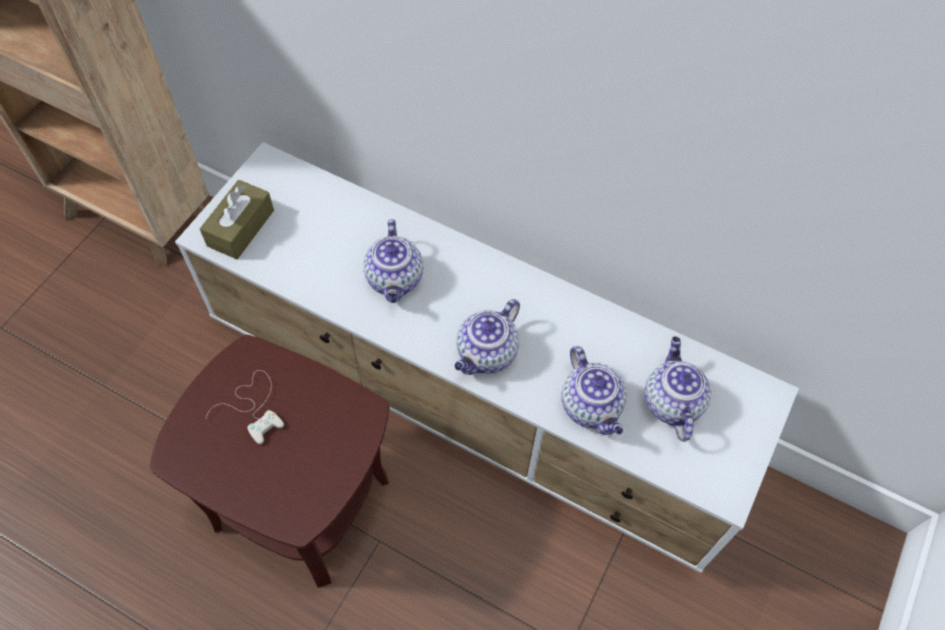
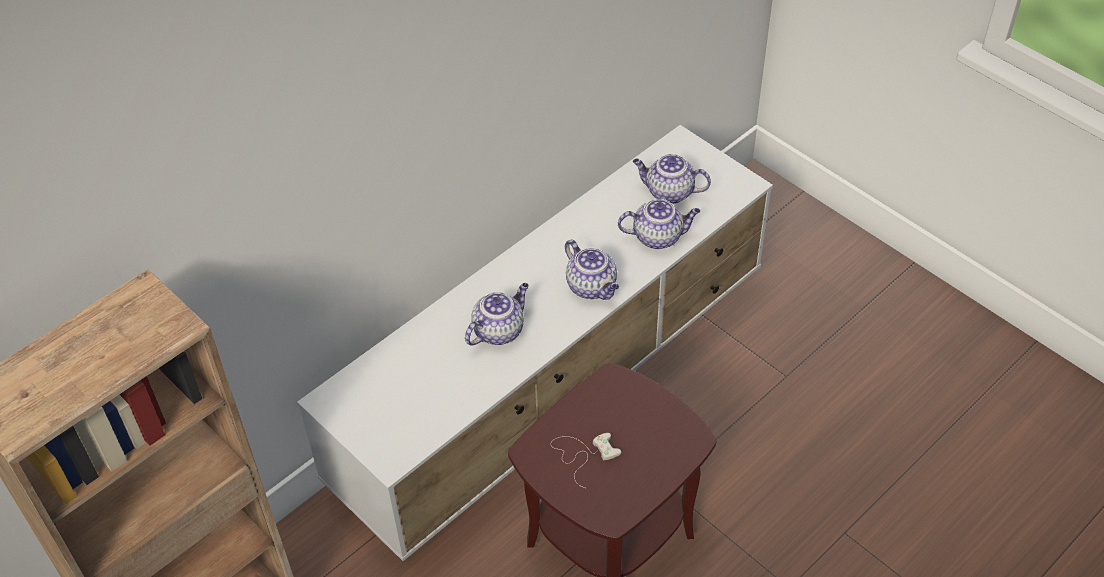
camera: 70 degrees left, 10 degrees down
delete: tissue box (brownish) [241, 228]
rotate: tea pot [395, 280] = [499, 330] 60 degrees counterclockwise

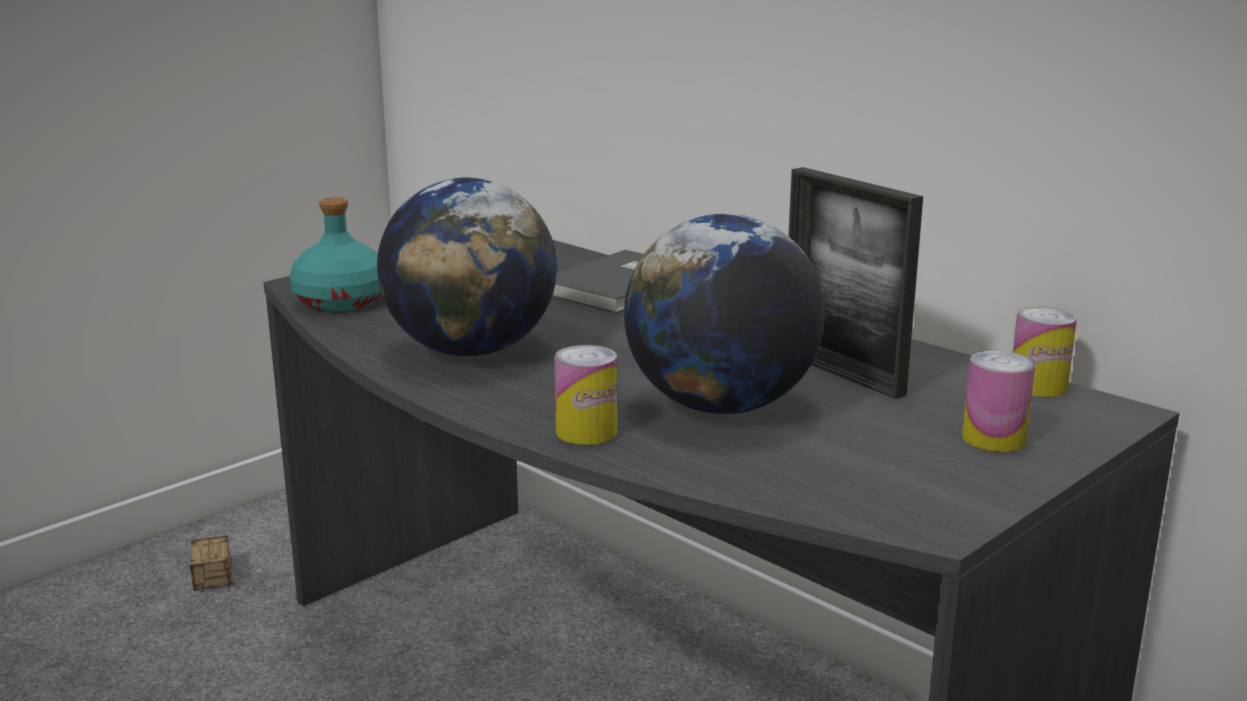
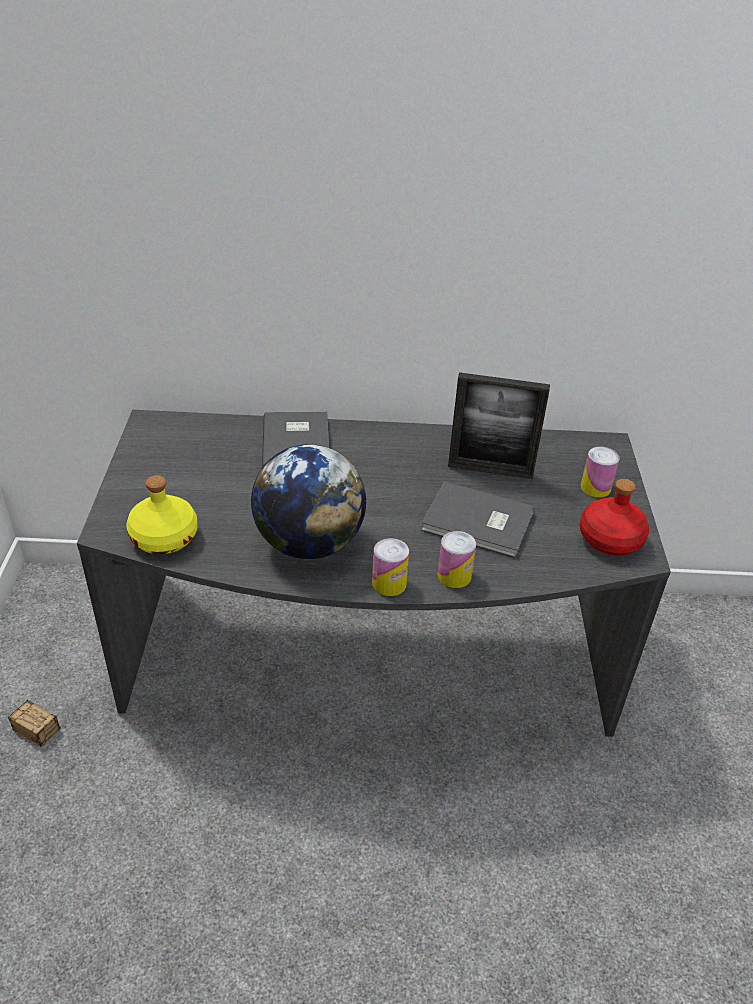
camera: 45 degrees left, 20 degrees up
insert: bottle (red-coloured) [611, 539]
move: metal can [1038, 386] to [389, 583]
replace: desk globe [720, 406] to book (grey) [478, 523]
recolor: bottle (turquoise-coloured) [342, 301] to bottle (yellow-coloured) [165, 537]

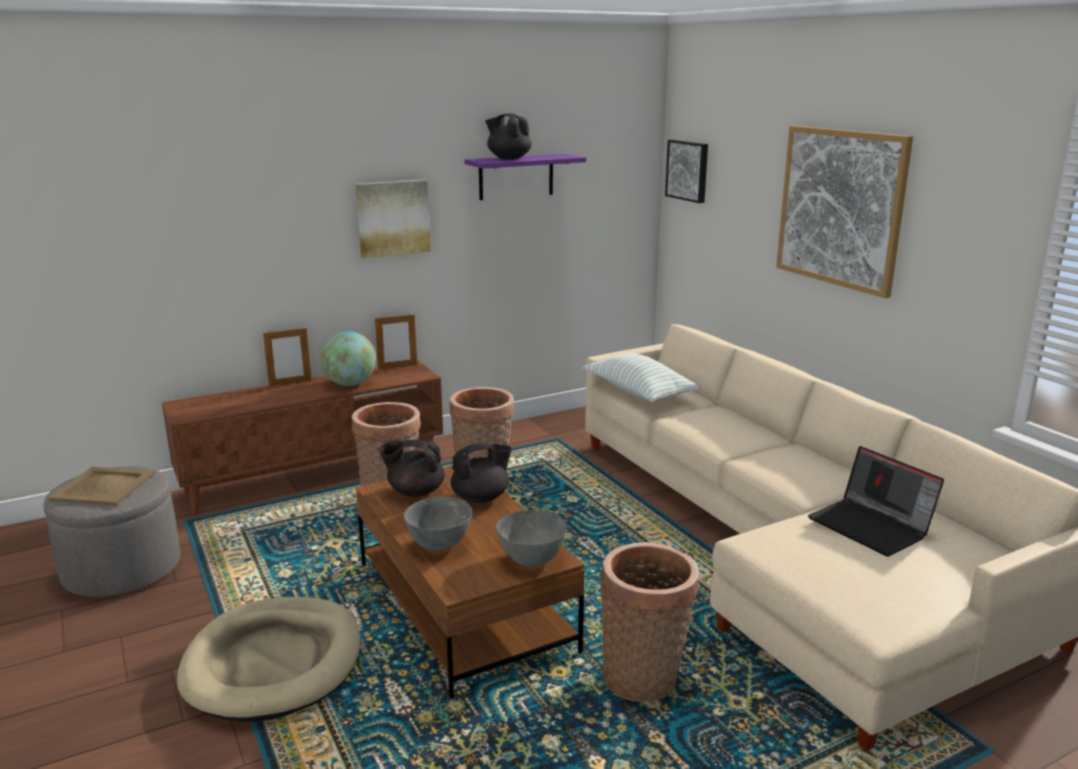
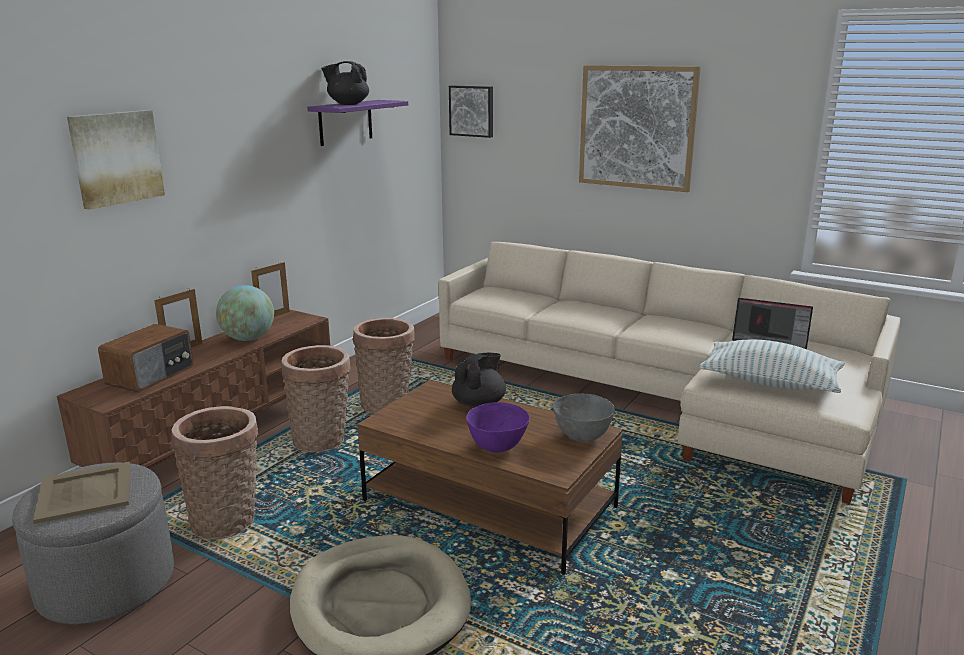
camera: 30 degrees left, 0 degrees up
delete: tea pot (black-coloured) [415, 492]
insert: radio [152, 375]
move: wall art [393, 218] to [116, 158]; basket [644, 678] to [227, 520]; throw pillow [639, 392] to [770, 383]
recolor: bowl (grey) [438, 545] to bowl (purplish) [497, 447]

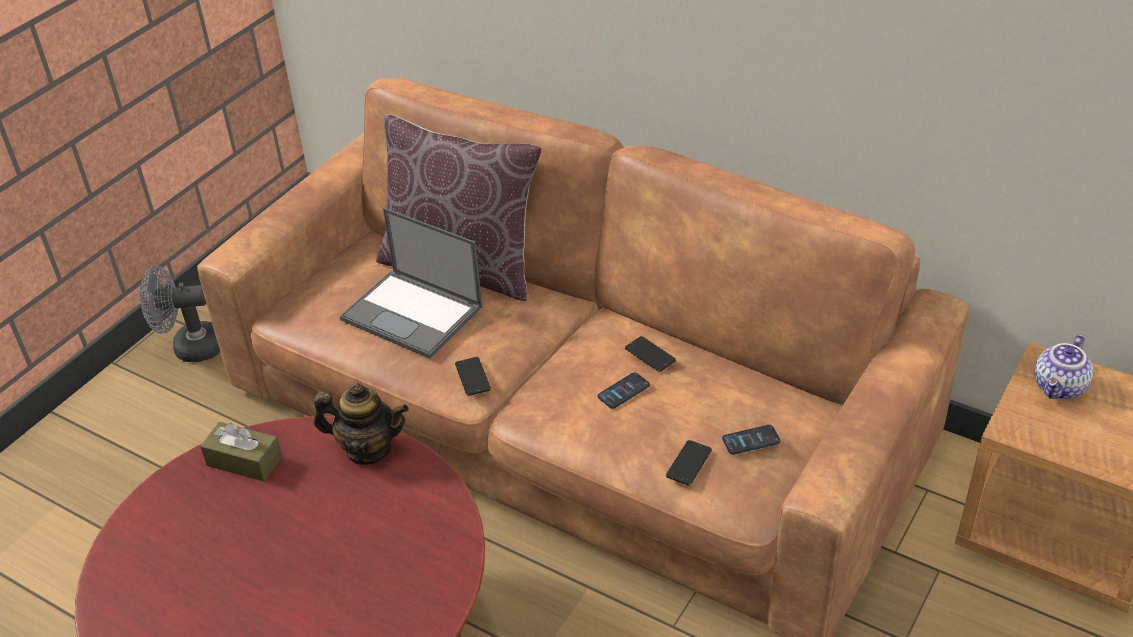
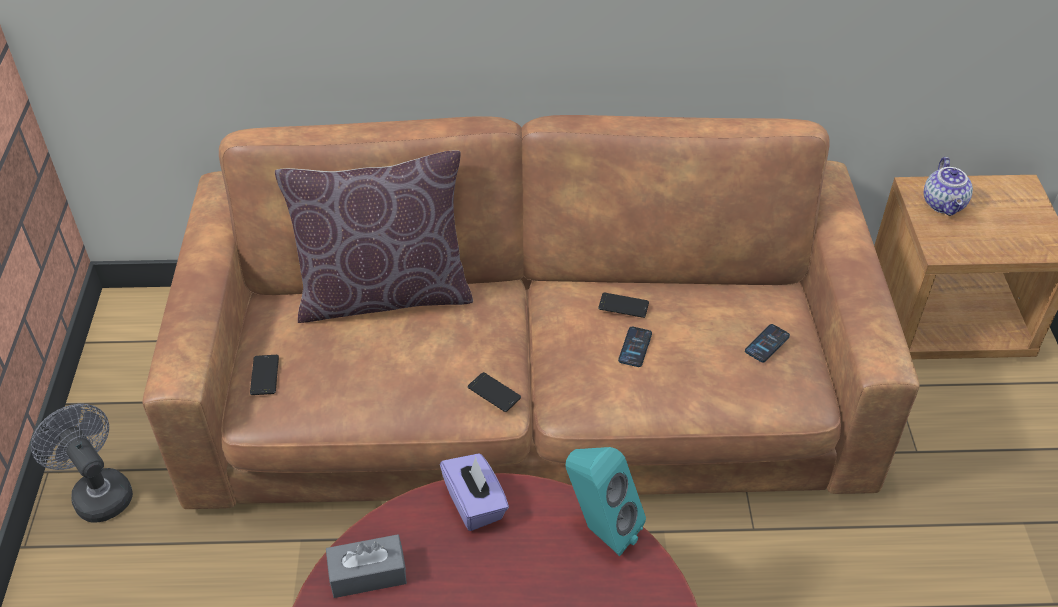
camera: 35 degrees left, 5 degrees up
delete: notebook computer [413, 313]
insert: speaker (turquoise-coloured) [600, 529]
move: telephone [688, 463] to [264, 375]
replace: tea pot [368, 449] to tissue box (purplish) [475, 503]
recolor: tissue box (brownish) [244, 461] to tissue box (grey) [368, 574]
rotate: fan (grey) [190, 347] = [98, 492] 90 degrees clockwise

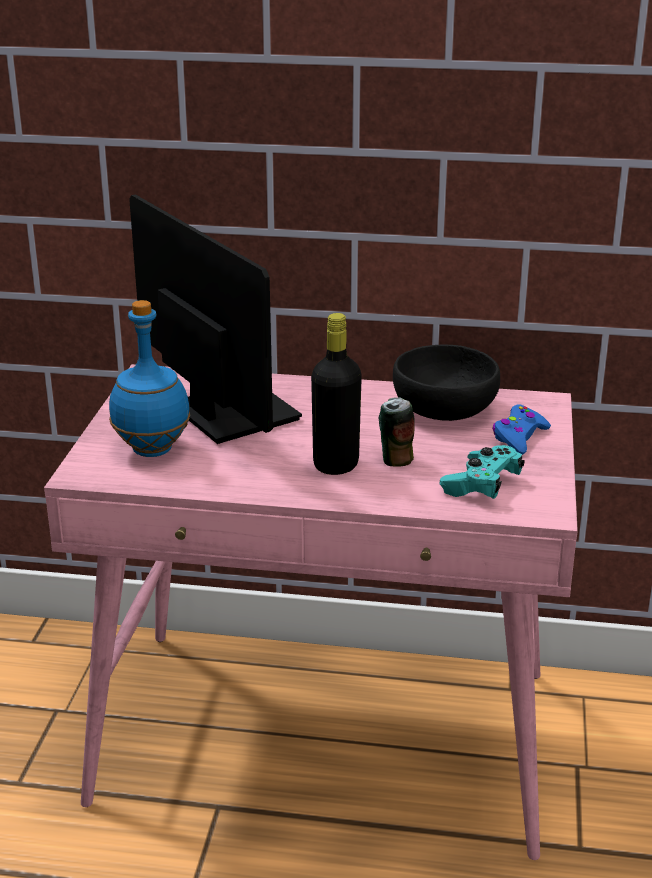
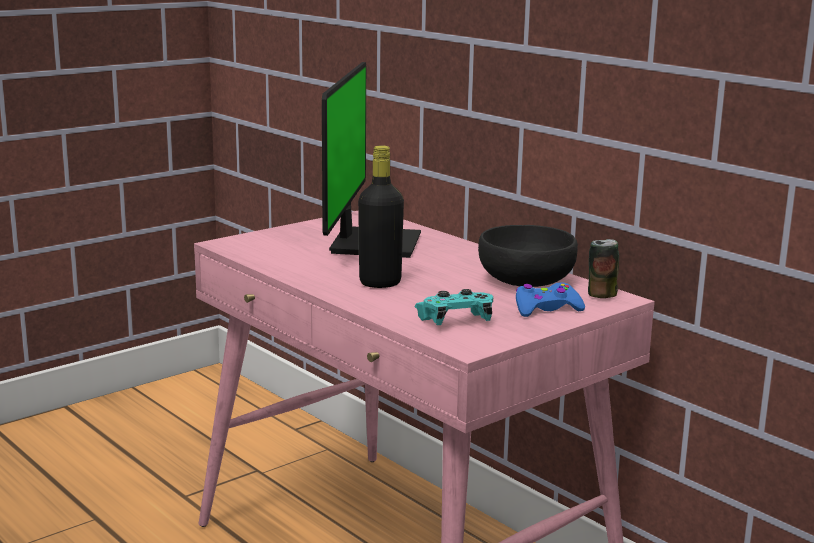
camera: 40 degrees right, 10 degrees down
delete: bottle (blue) [153, 449]
move: metal can [395, 460] to [601, 295]

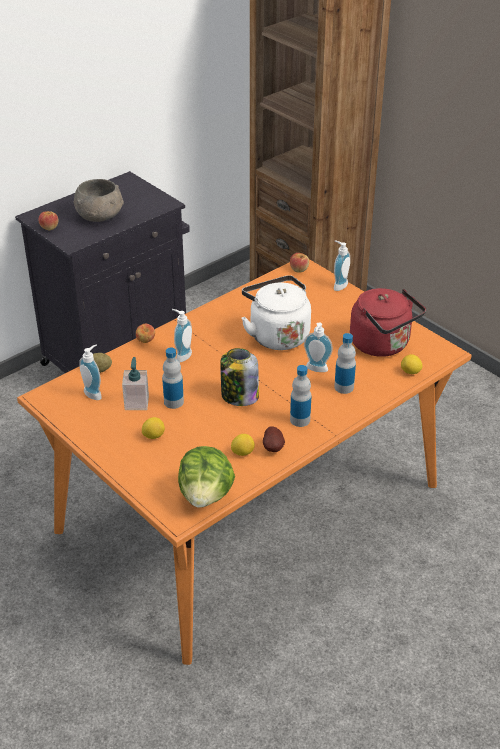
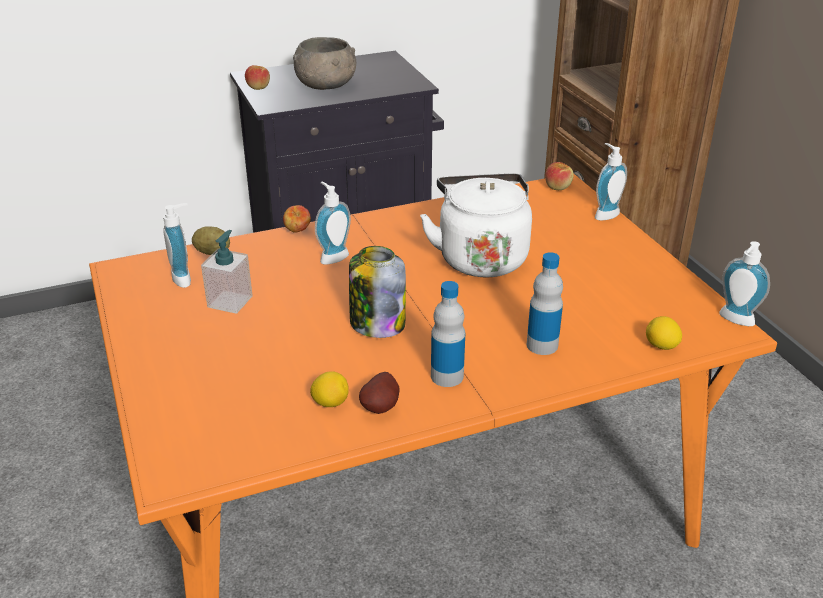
camera: 20 degrees right, 5 degrees down
delete: lemon [153, 436]; bottle [173, 402]; lettuce [206, 495]; water kettle (red-coloured) [383, 345]
move: liquid soap bottle [316, 370] to [735, 321]

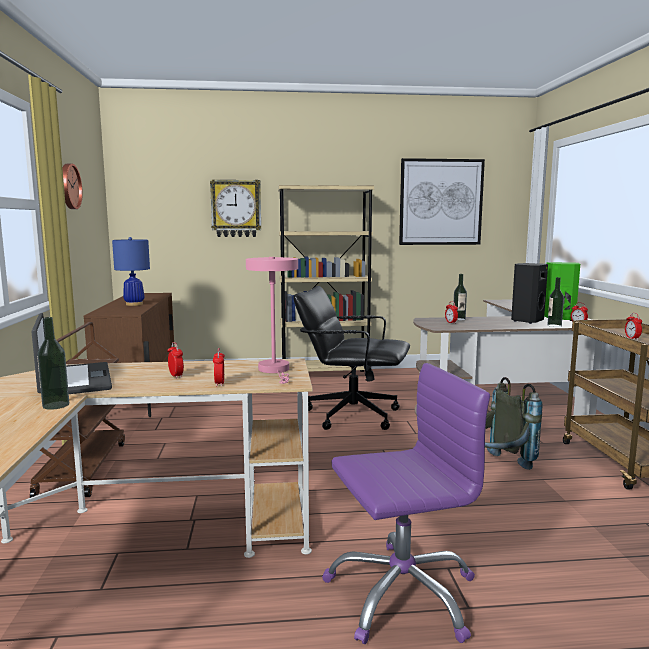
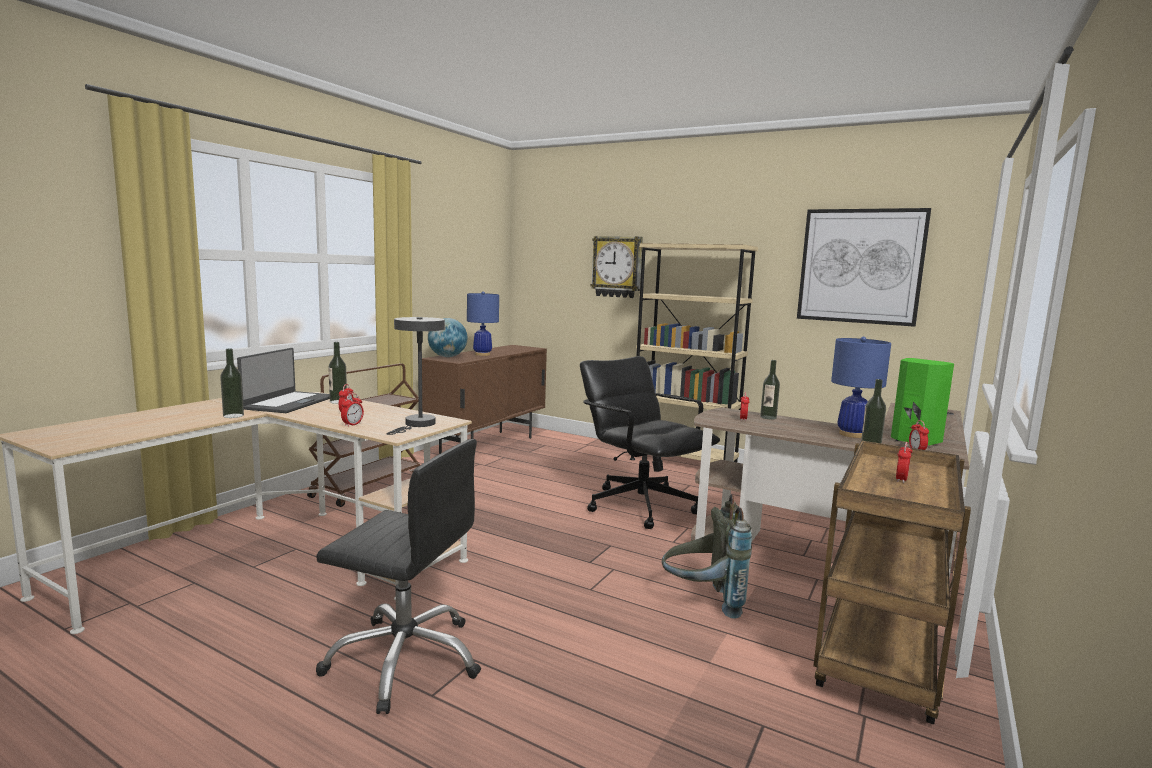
camera: 35 degrees right, 0 degrees up
delete: hanging clock [69, 186]
insert: bottle [338, 401]; desk globe [447, 357]
replace: speaker (black-coloured) [526, 321] to table lamp (blue) [852, 434]
recolor: desk chair (purplish) [401, 593] to desk chair (black-coloured) [405, 659]; table lamp (pink-coloured) [275, 370] to table lamp (grey) [417, 424]

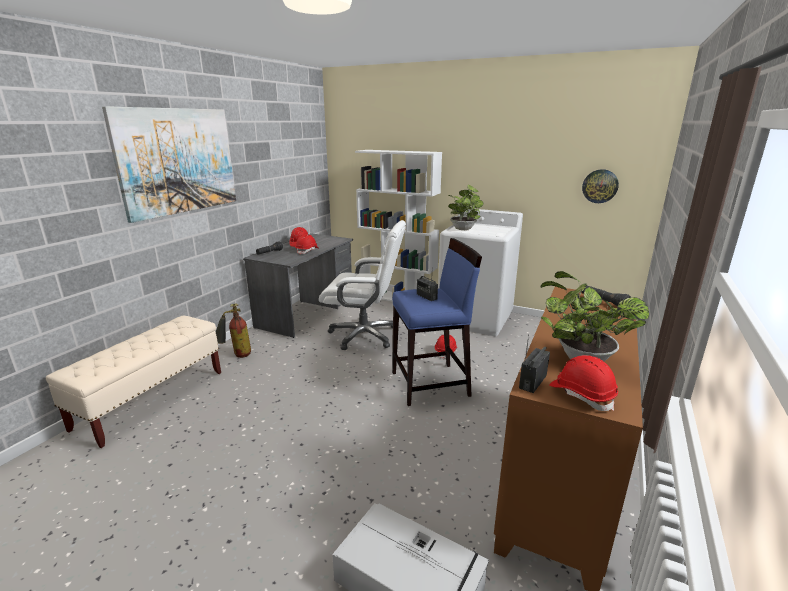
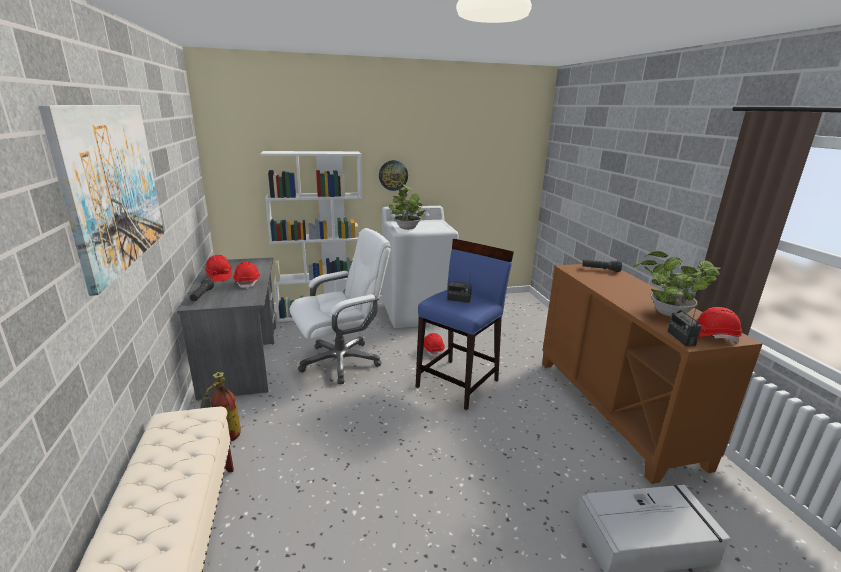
camera: 40 degrees left, 0 degrees up
move: hanging clock [600, 186] to [393, 175]

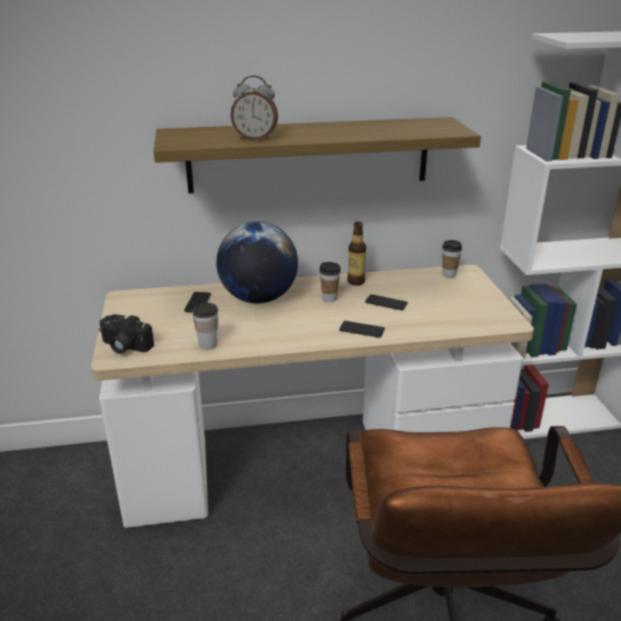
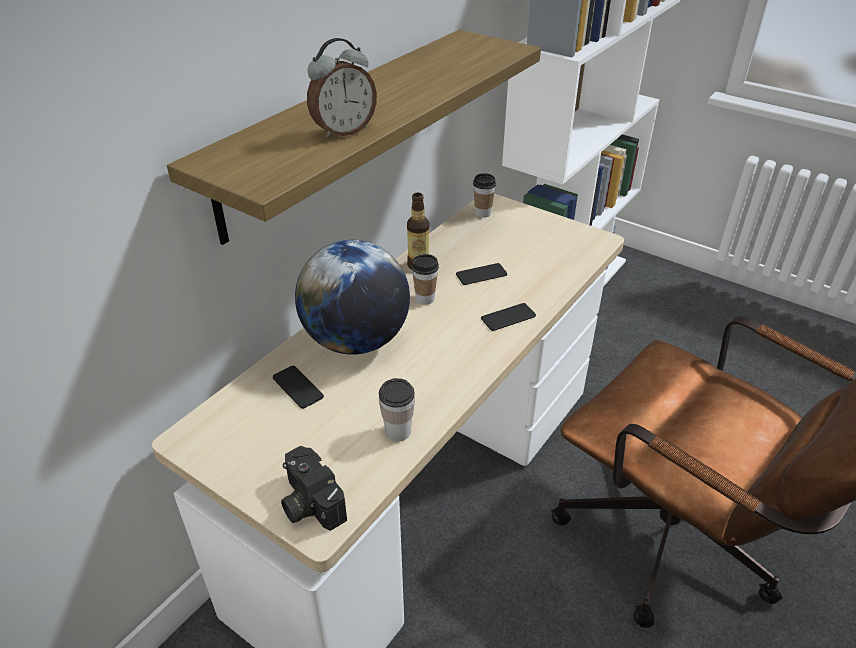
camera: 45 degrees left, 10 degrees up
rotate: photo camera [124, 346] = [308, 503] 75 degrees clockwise

